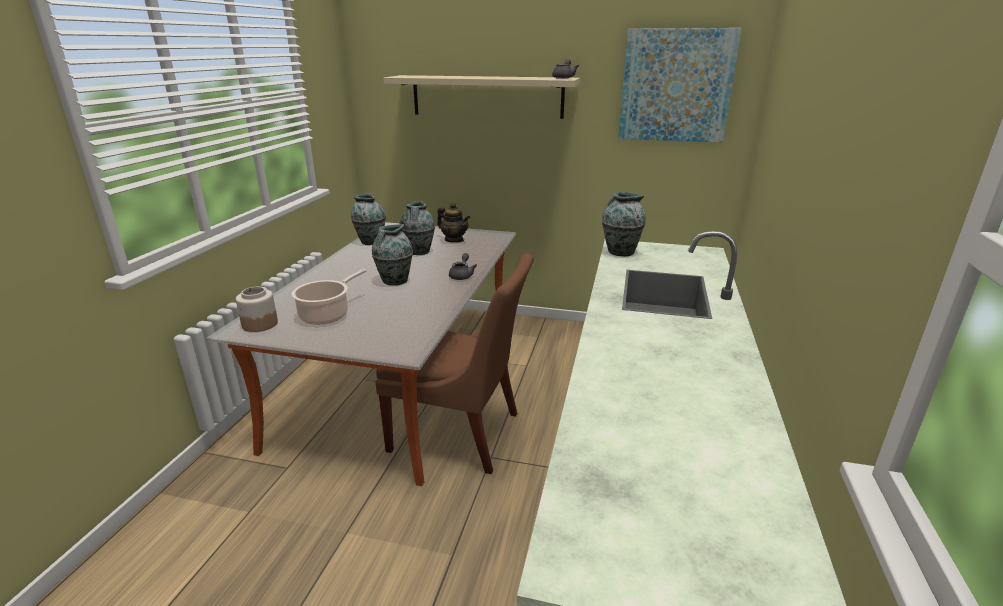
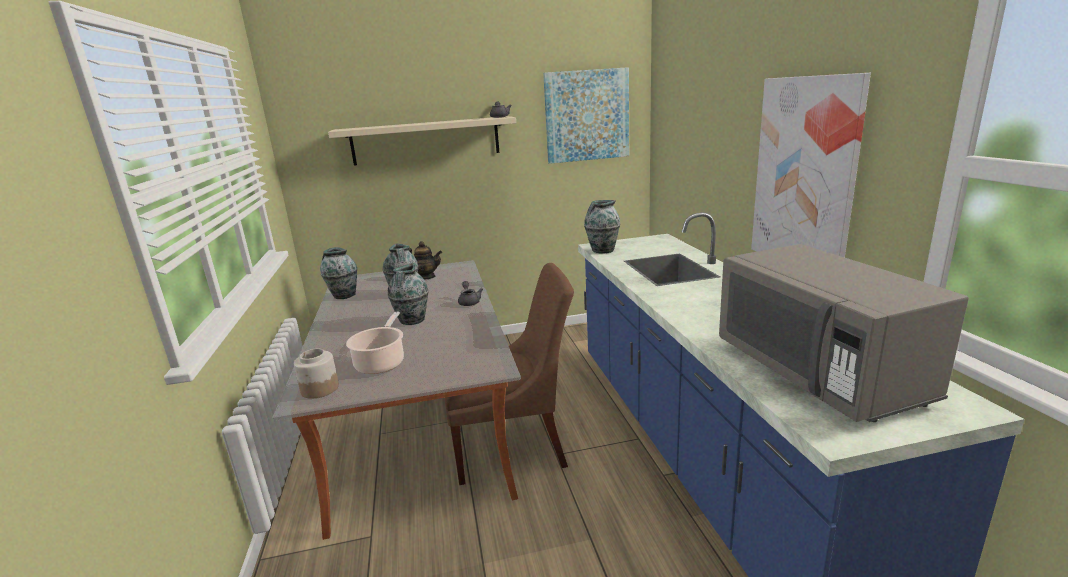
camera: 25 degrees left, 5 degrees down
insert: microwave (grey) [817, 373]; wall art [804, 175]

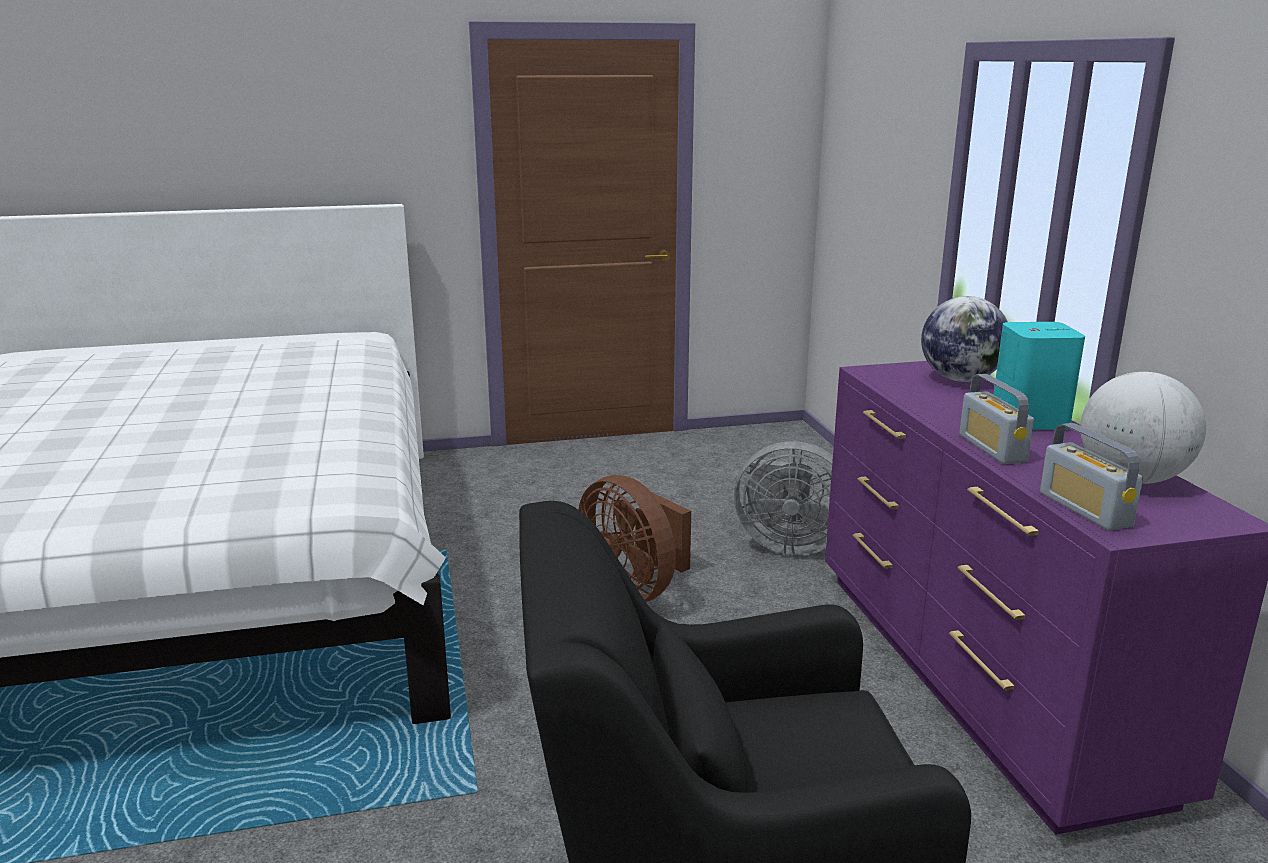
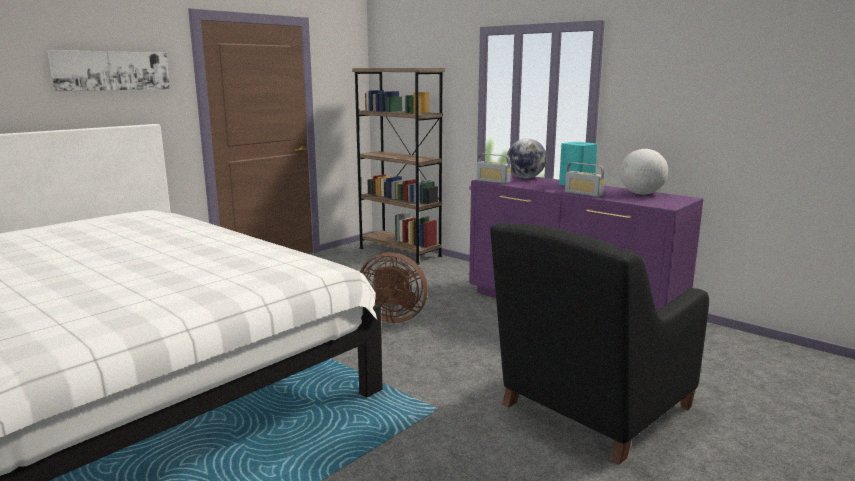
camera: 35 degrees left, 5 degrees down
delete: fan (grey) [787, 545]
insert: wall art [112, 71]; bookshelf (brownish) [399, 252]
move: radio [1085, 509] to [493, 181]

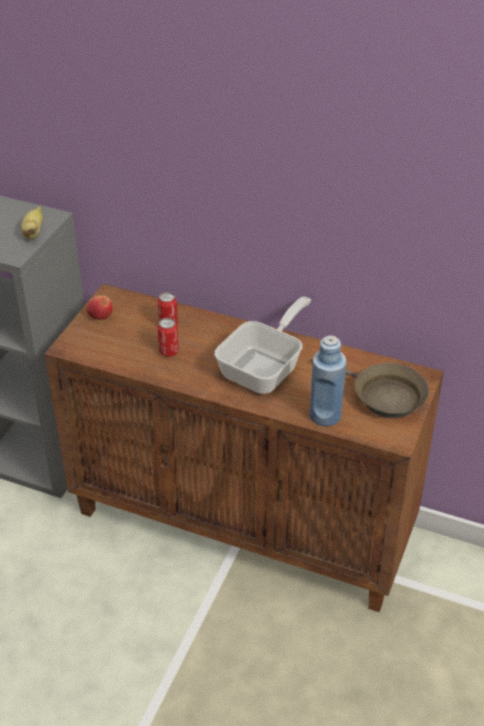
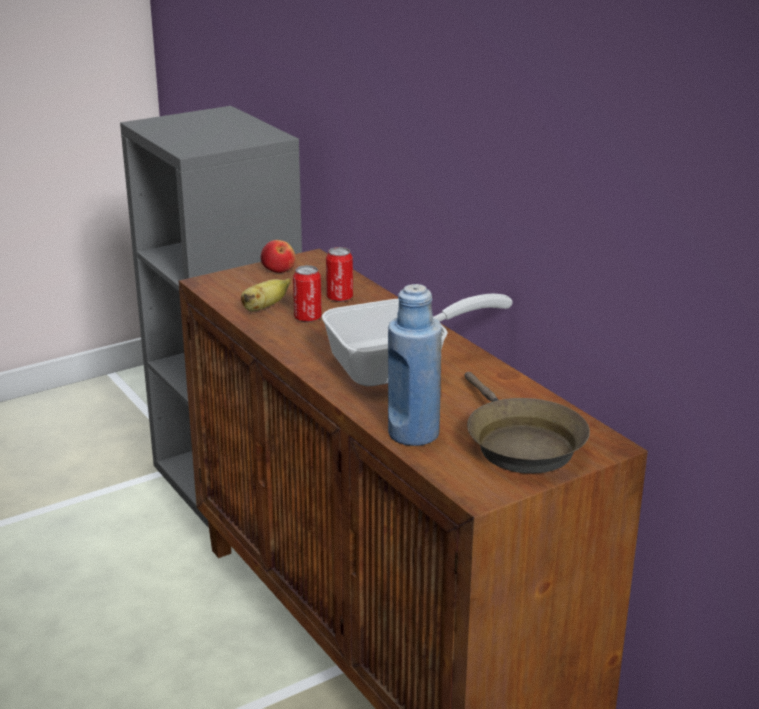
camera: 35 degrees right, 15 degrees down
move: banana fruit [34, 232] to [265, 307]

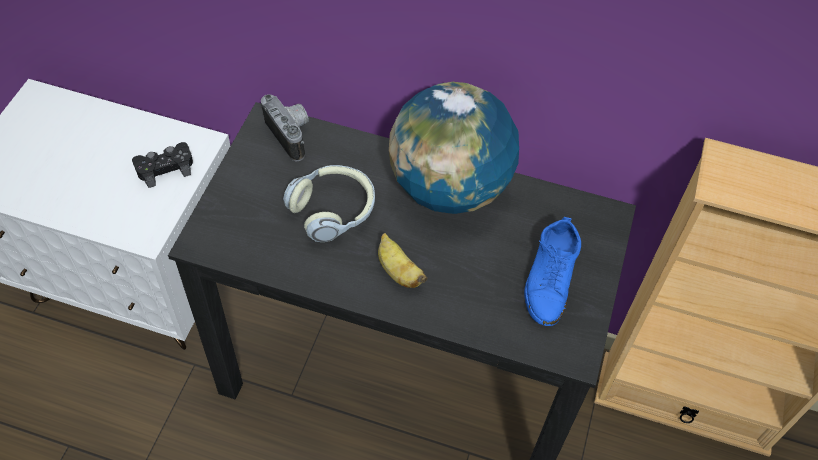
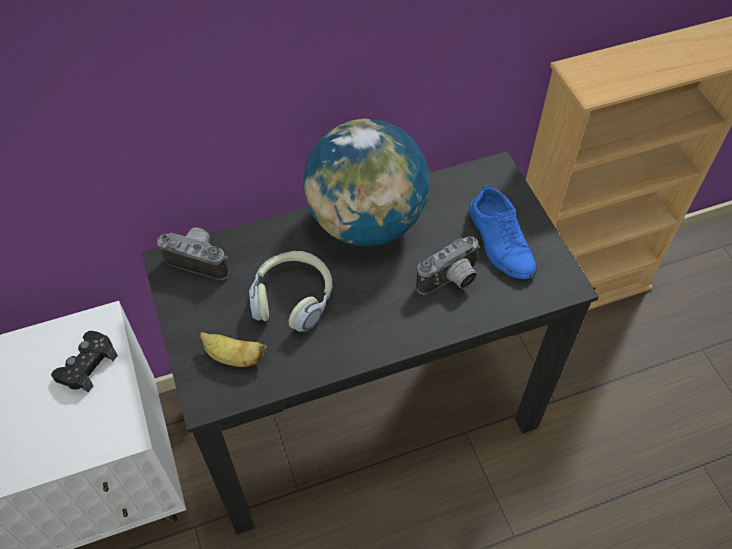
camera: 35 degrees left, 0 degrees up
insert: photo camera [451, 281]
move: banana fruit [398, 271] to [234, 357]

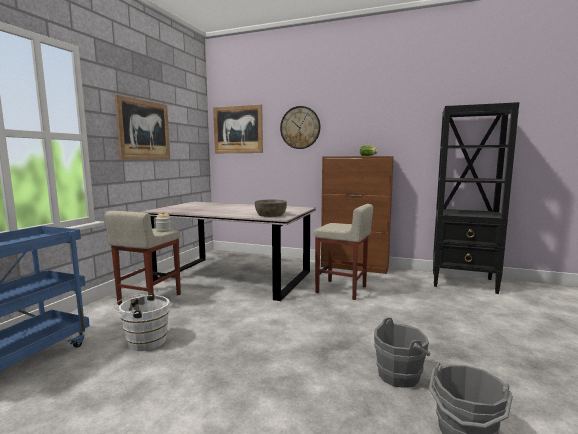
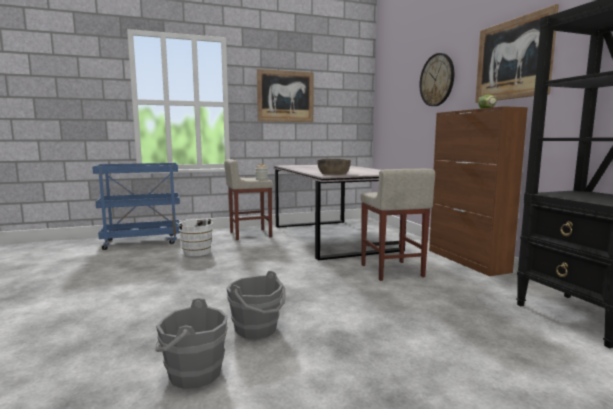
camera: 50 degrees right, 0 degrees up
move: wall art [238, 129] to [513, 59]

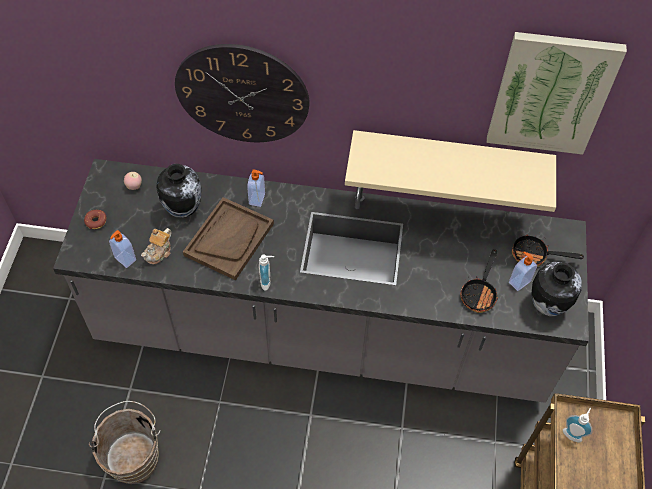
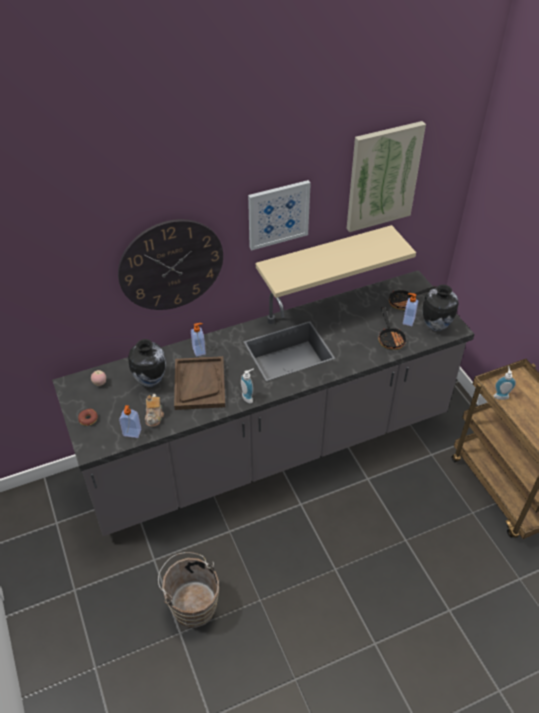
camera: 30 degrees left, 10 degrees down
insert: wall art [278, 214]

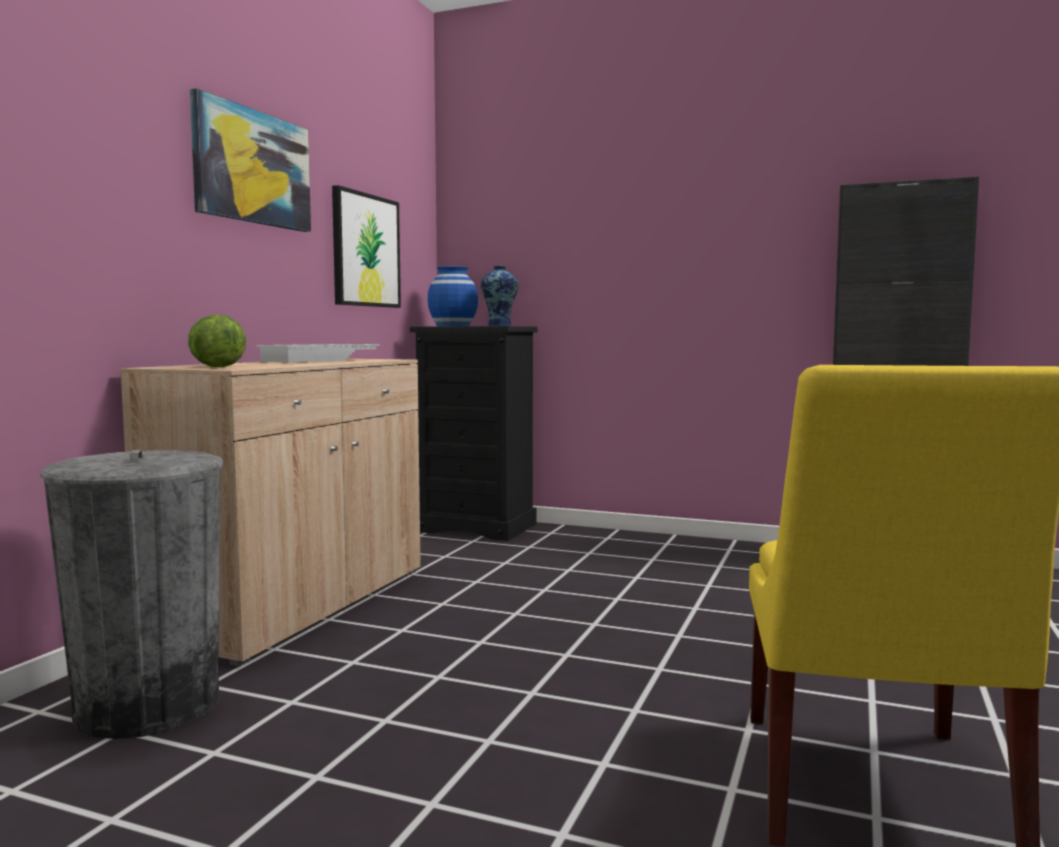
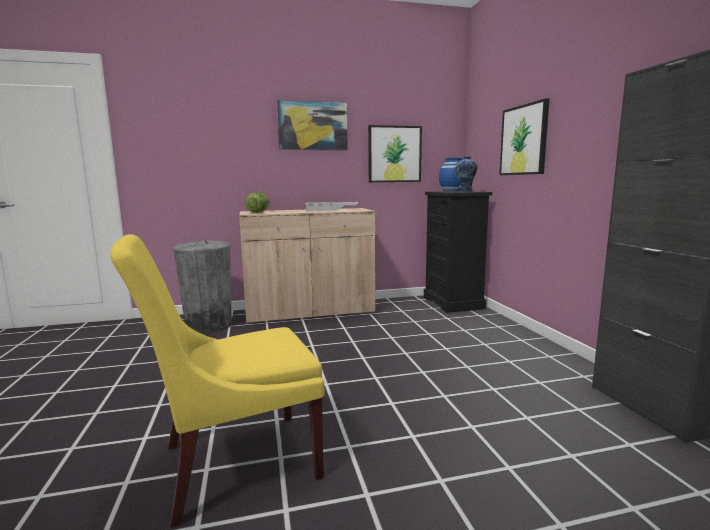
camera: 55 degrees right, 5 degrees up
insert: wall art [524, 140]

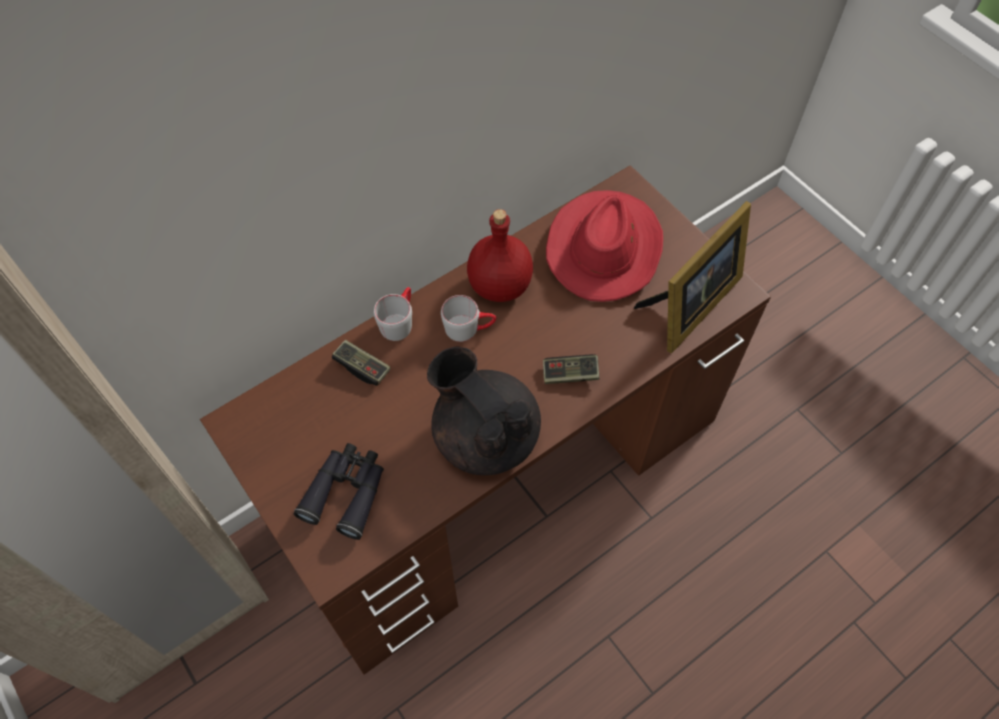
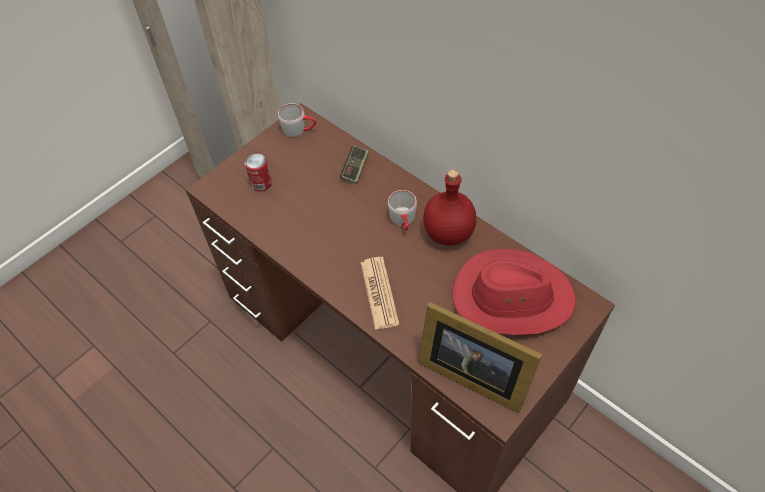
camera: 80 degrees right, 5 degrees down
delete: tea pot (black-coloured) [485, 436]
move: coffee mug (grey) [399, 321] to [299, 129]
replace: binoculars (black-coloured) [347, 492] to metal can [261, 184]; game controller [570, 374] to newspaper [379, 293]

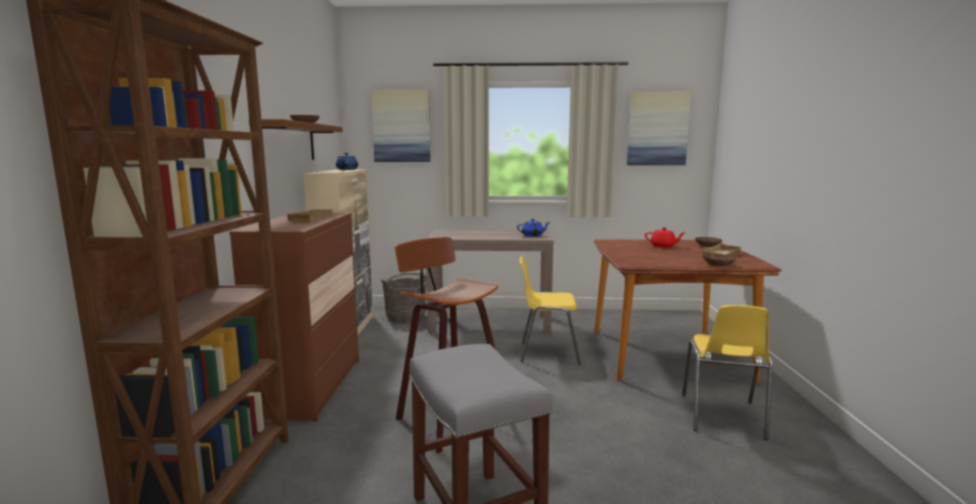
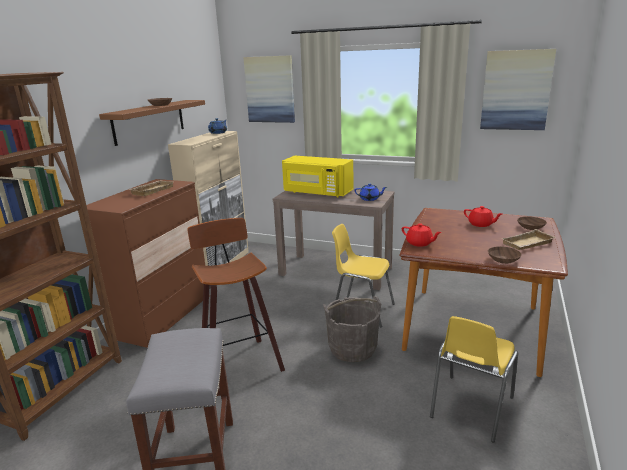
camera: 20 degrees right, 10 degrees up
insert: microwave (yellow-coloured) [317, 193]; tea pot (red-coloured) [419, 243]
move: bucket (grey) [405, 317] to [352, 348]

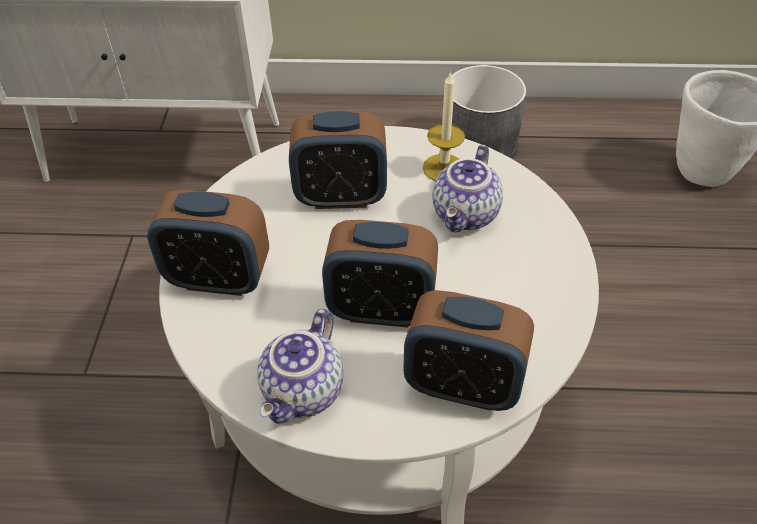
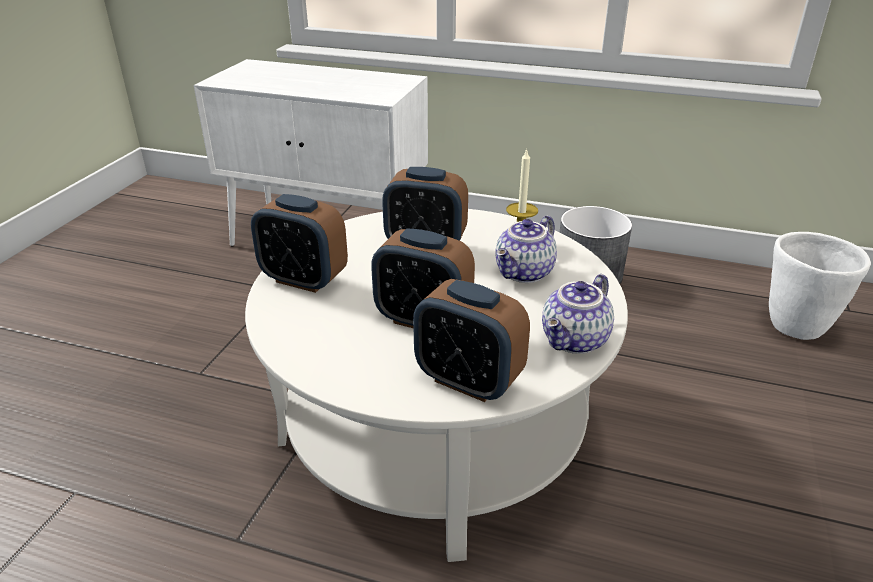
camera: 15 degrees right, 15 degrees down
move: tea pot [304, 393] to [576, 341]

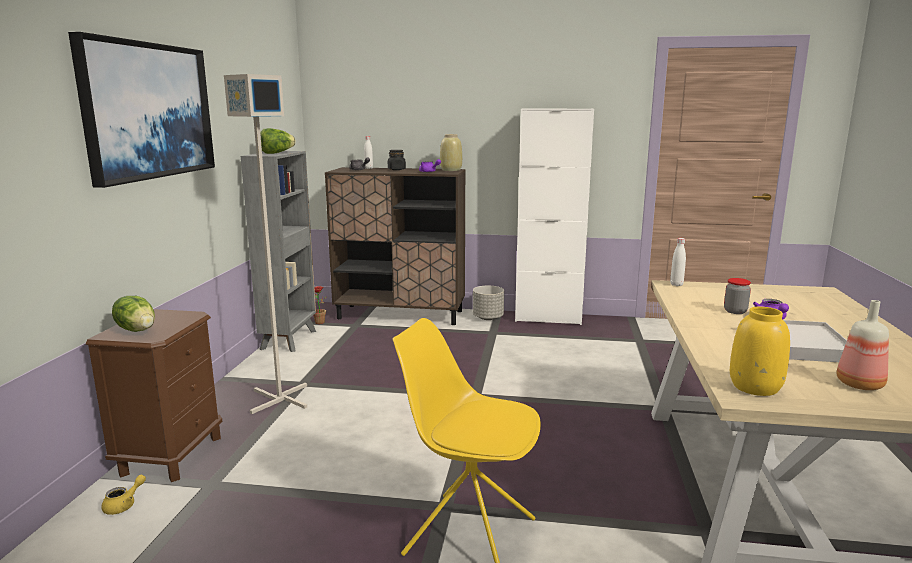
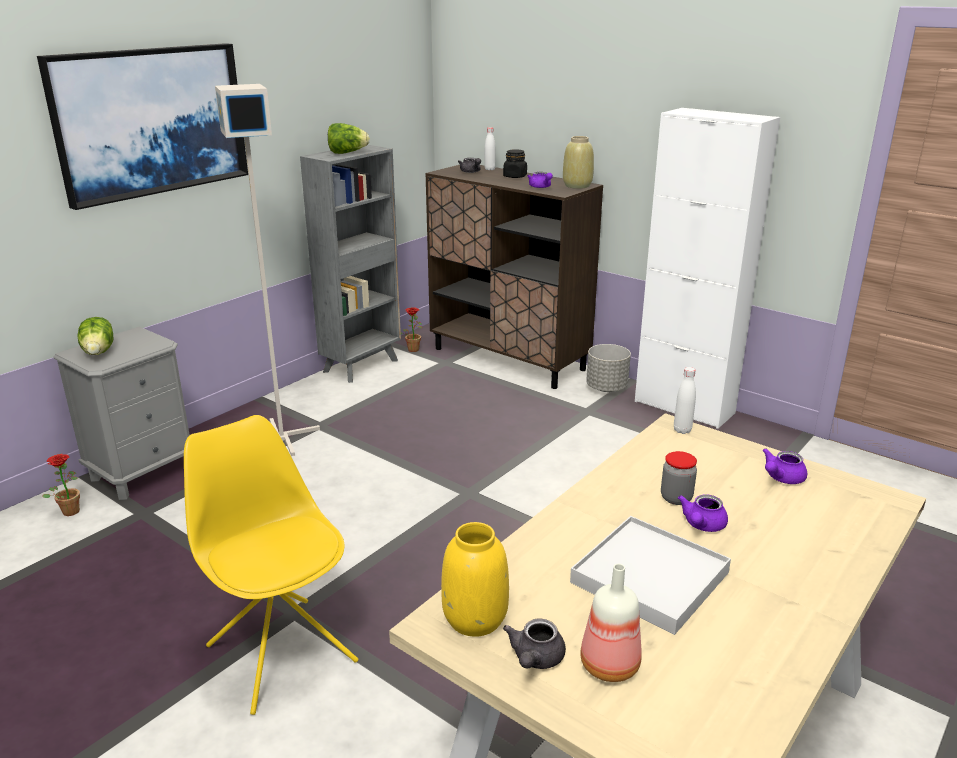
camera: 30 degrees right, 10 degrees up
insert: tea pot (grey) [535, 659]; tea pot (purplish) [781, 478]
replace: tea pot (yellow-coloured) [124, 505] to plant in a pot [70, 510]
recolor: night table (brownish) [171, 455] to night table (grey) [144, 472]

